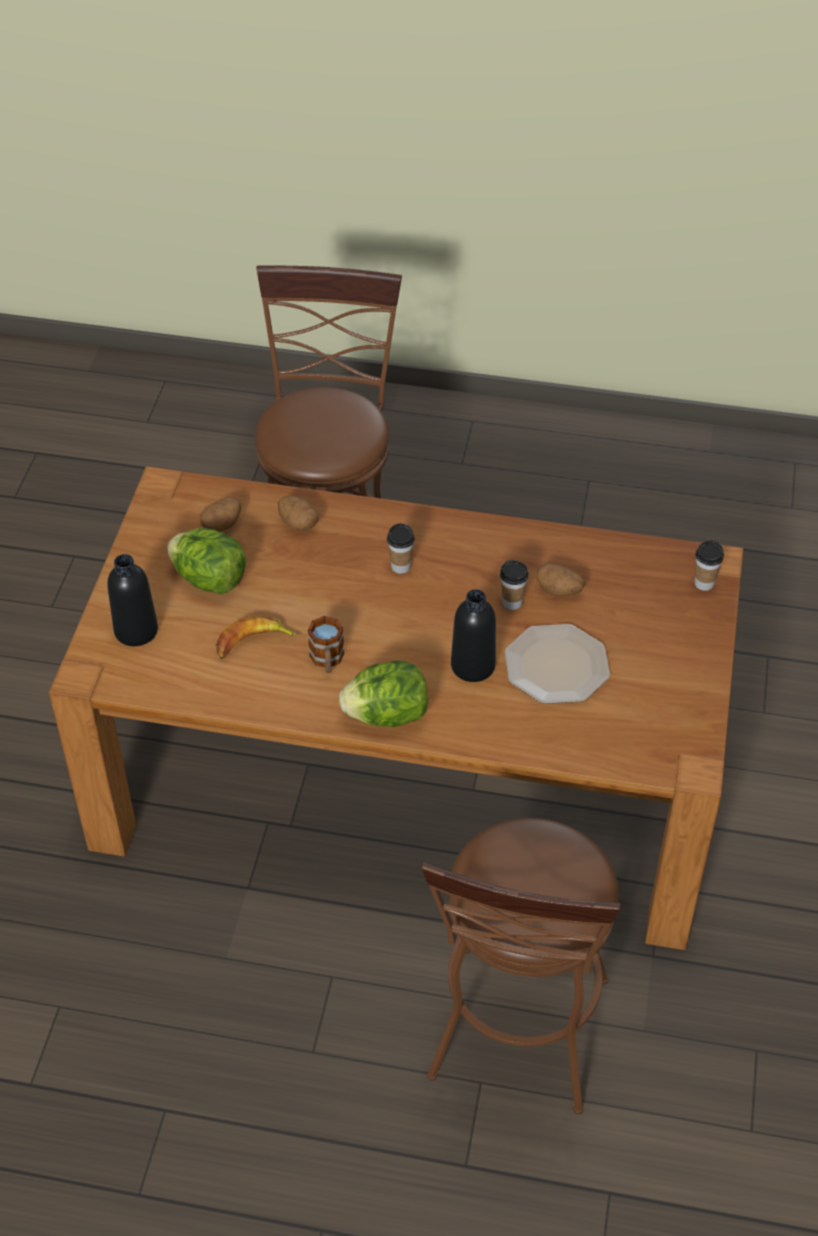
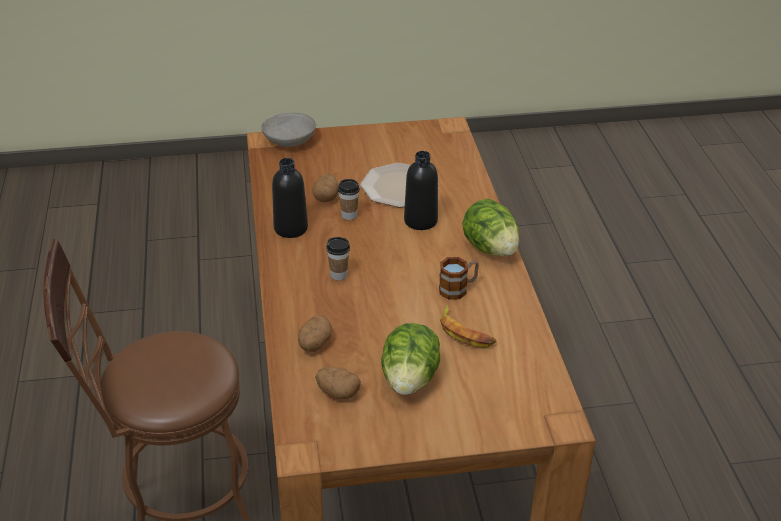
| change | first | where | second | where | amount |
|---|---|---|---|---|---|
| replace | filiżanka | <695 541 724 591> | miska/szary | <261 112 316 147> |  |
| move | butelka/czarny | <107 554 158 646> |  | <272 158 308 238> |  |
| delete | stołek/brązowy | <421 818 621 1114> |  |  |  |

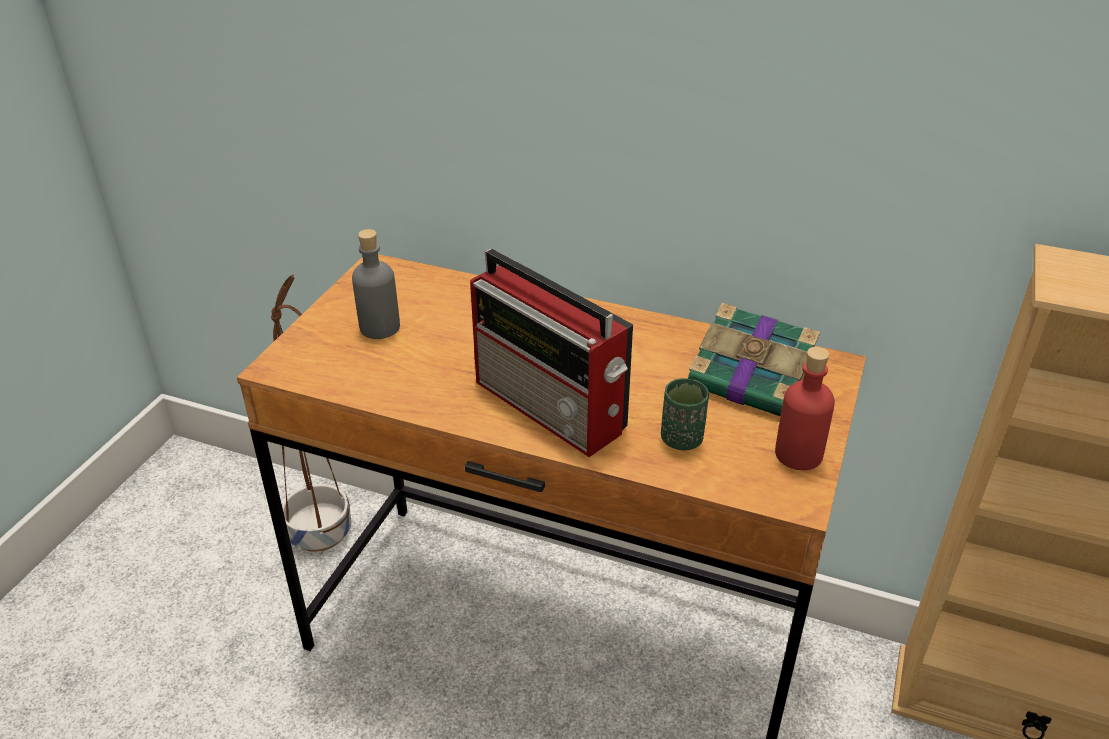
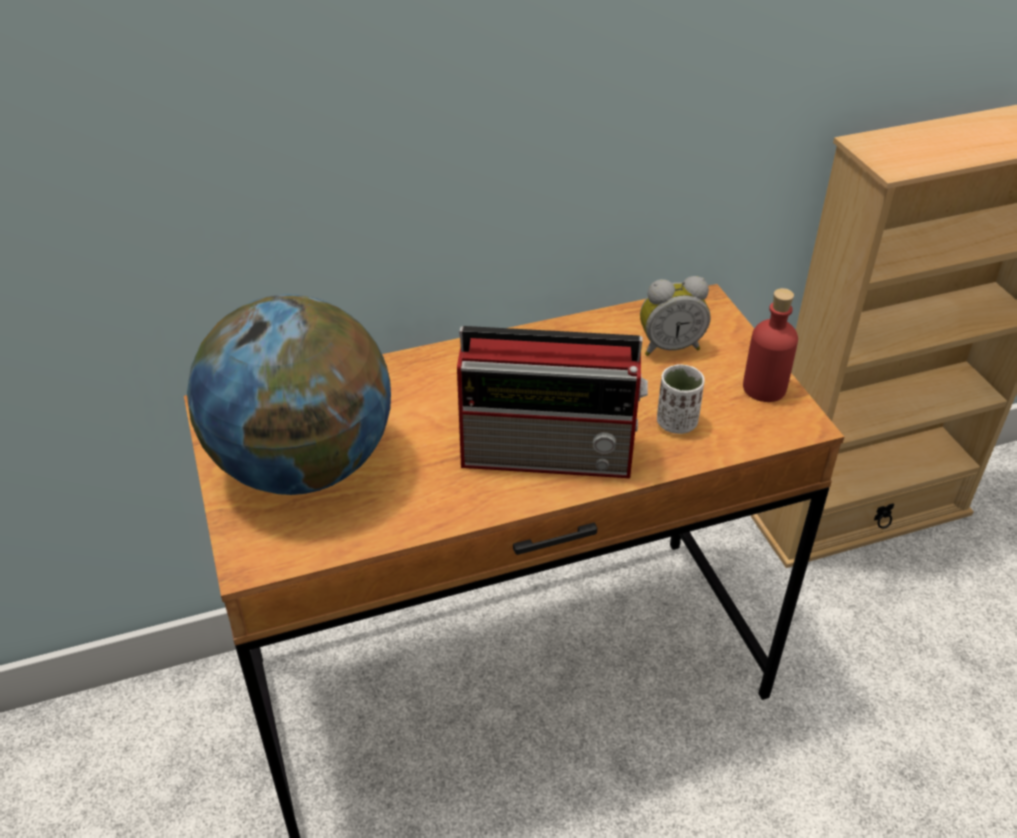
| change | first | where | second | where | amount |
|---|---|---|---|---|---|
| replace | butelka/szary | <352 229 400 339> | globus | <187 294 391 495> |  |
| delete | donica/brązowy | <271 275 351 552> |  |  |  |
| replace | książka | <688 303 820 416> | budzik | <640 276 711 356> |  |
| recolor | filiżanka/zielony | <661 378 709 450> | filiżanka/biały | <657 364 705 434> |  |

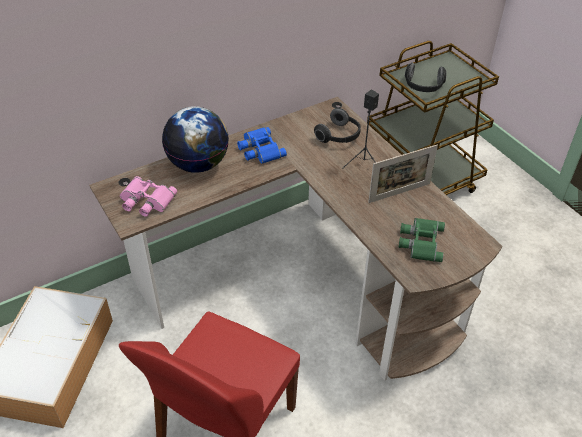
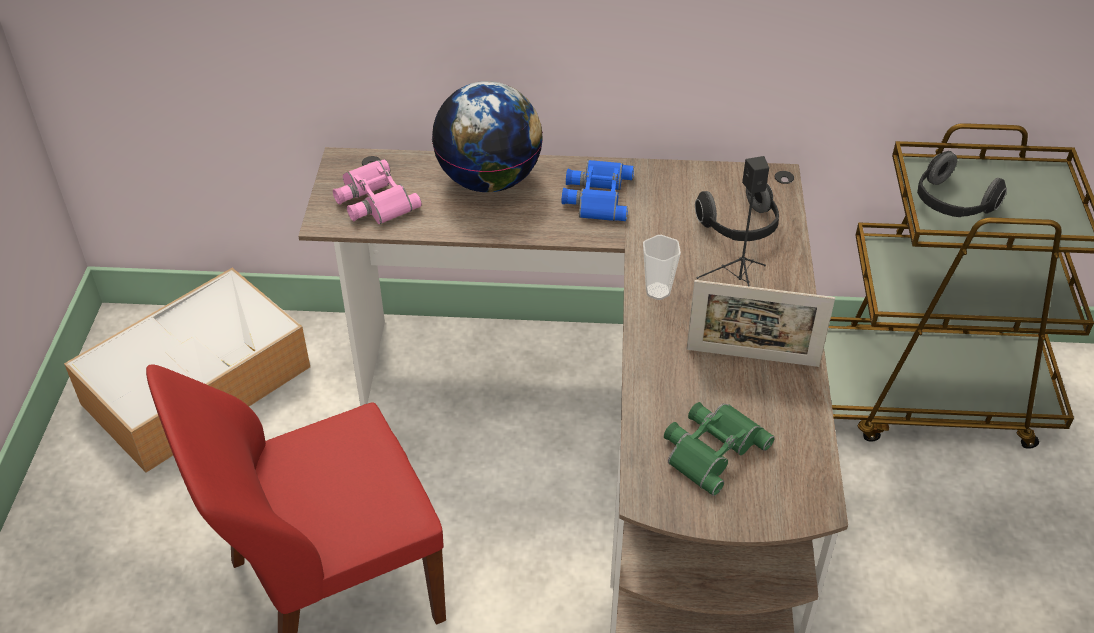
| change | first | where | second | where | amount |
|---|---|---|---|---|---|
| insert |  |  | filiżanka | <643 235 681 300> |  |

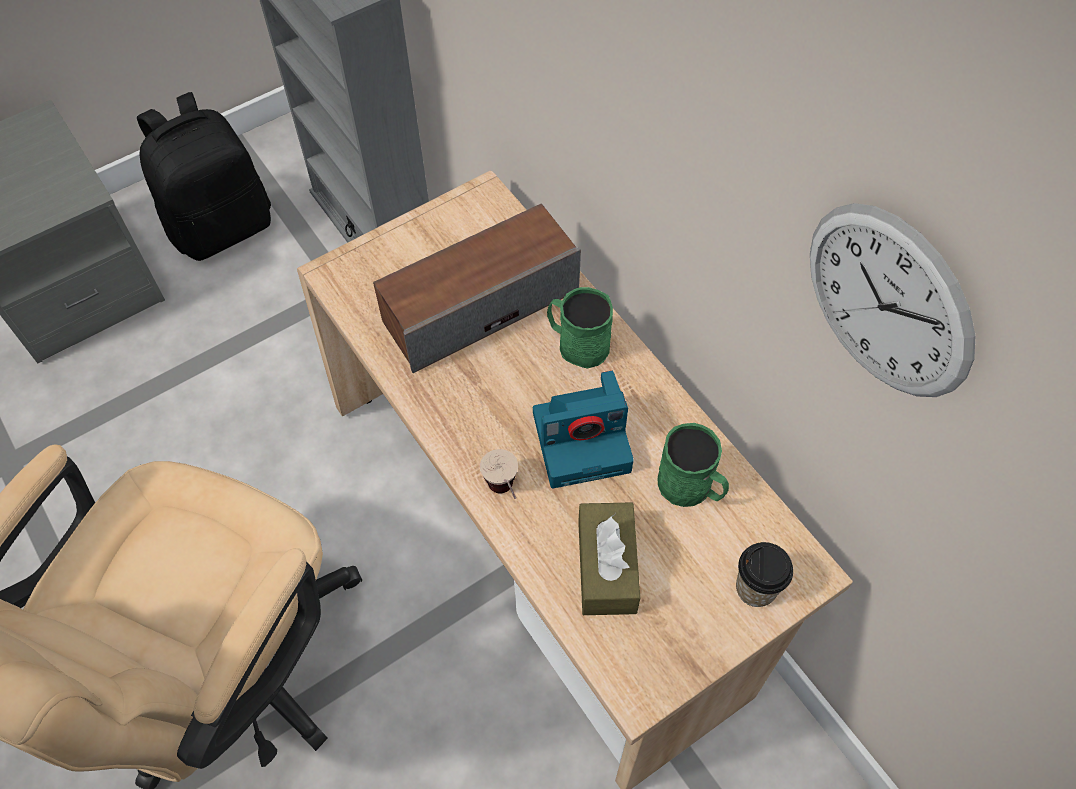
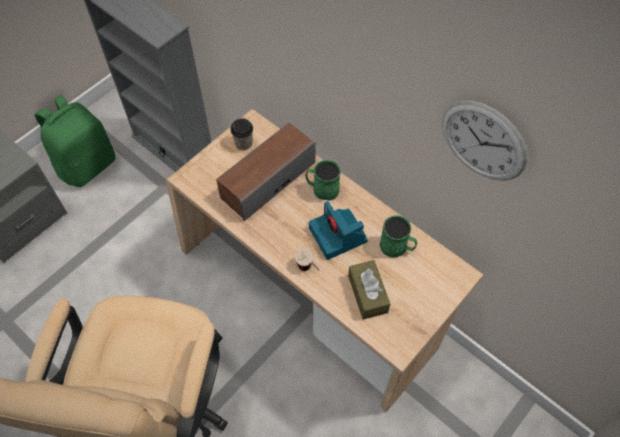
| change | first | where | second | where | amount |
|---|---|---|---|---|---|
| recolor | plecak/czarny | <137 92 271 261> | plecak/zielony | <34 95 115 187> |  |
| rotate | aparat fotograficzny | <533 371 634 488> |  | <309 201 368 260> | 90 degrees clockwise |
| move | filiżanka | <736 542 793 607> |  | <230 118 253 150> |  |

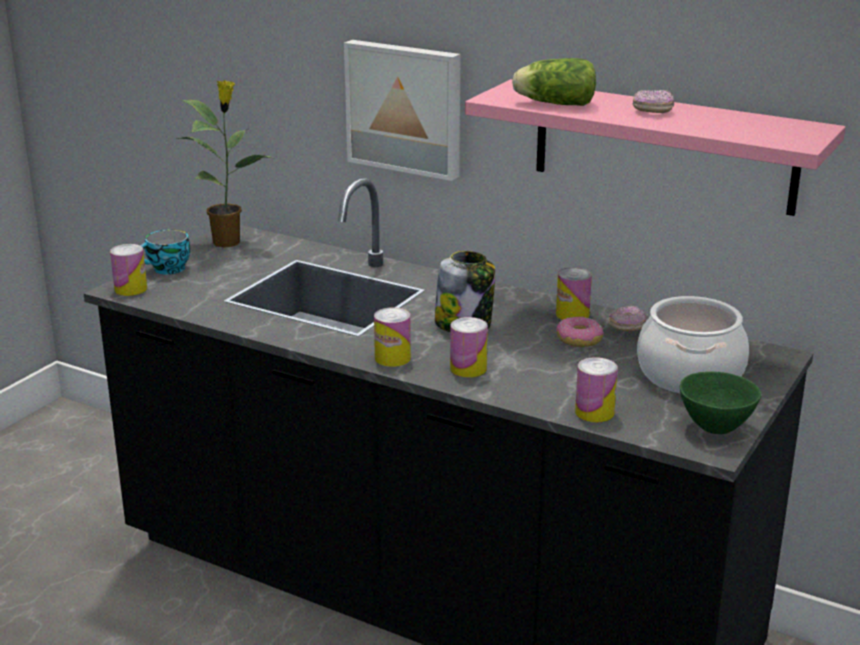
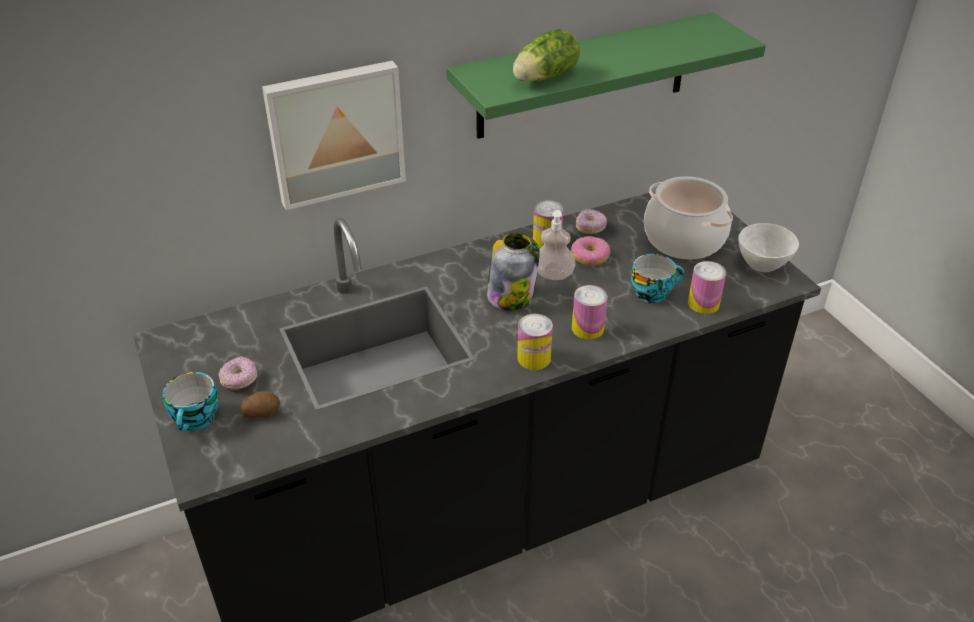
| change | first | where | second | where | amount |
|---|---|---|---|---|---|
| recolor | półka/różowy | <465 79 846 216> | półka/zielony | <446 13 766 139> |  |
| delete | roślina doniczkowa | <177 80 272 248> |  |  |  |
| move | donut | <633 90 674 113> |  | <219 356 257 389> |  |
| delete | puszka | <110 244 147 296> |  |  |  |
| recolor | miska/zielony | <680 372 761 434> | miska/biały | <738 223 799 272> |  |
| insert |  |  | dozownik mydła | <538 210 575 280> |  |
| insert |  |  | filiżanka | <631 254 684 303> |  |
| insert |  |  | ziemniak | <240 391 280 418> |  |

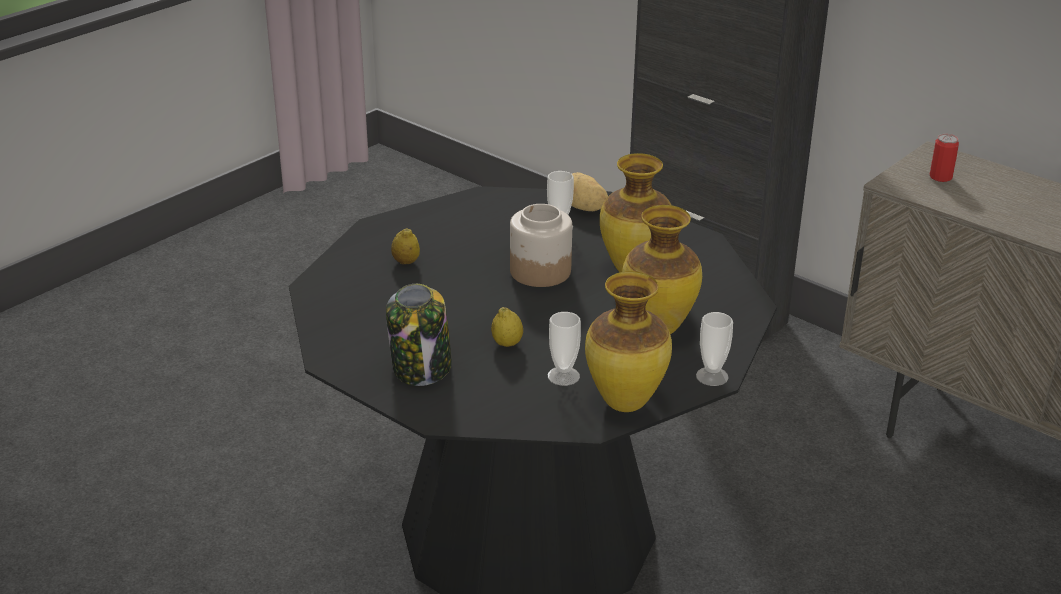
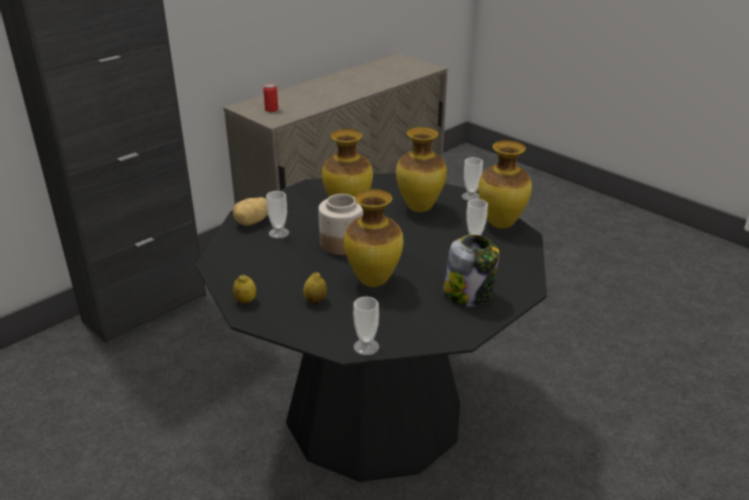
| change | first | where | second | where | amount |
|---|---|---|---|---|---|
| move | cytryna | <491 307 523 347> |  | <233 275 256 304> |  |
| insert |  |  | wazon | <344 189 403 287> |  |
| insert |  |  | filiżanka | <353 297 379 355> |  |

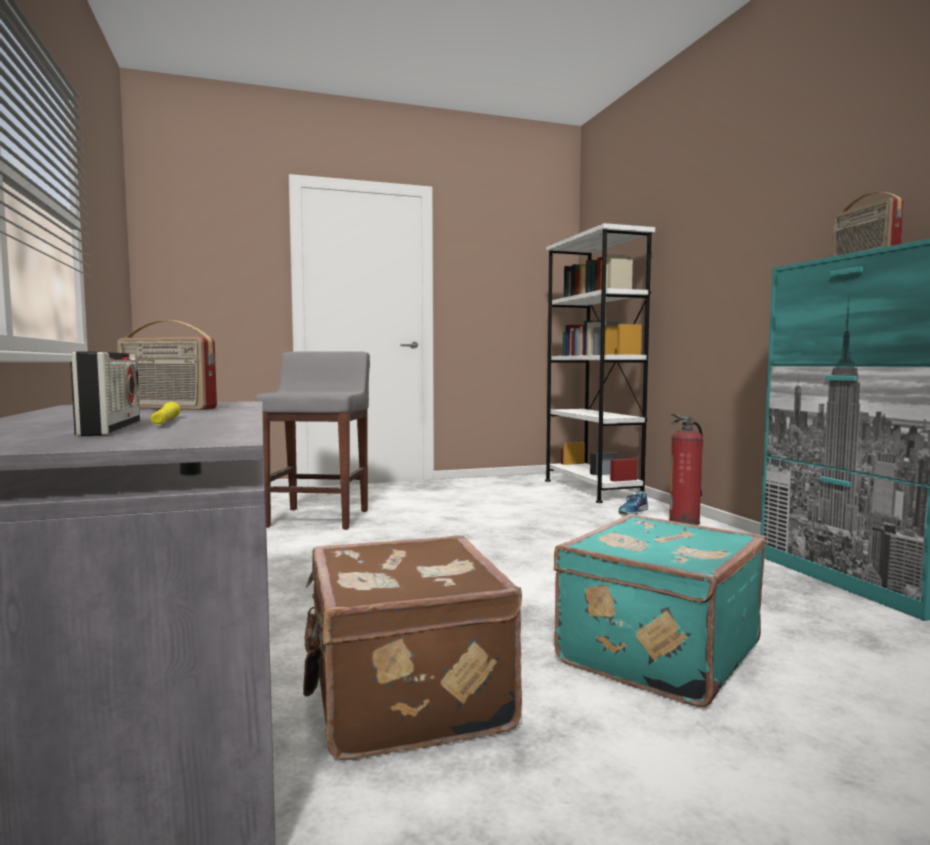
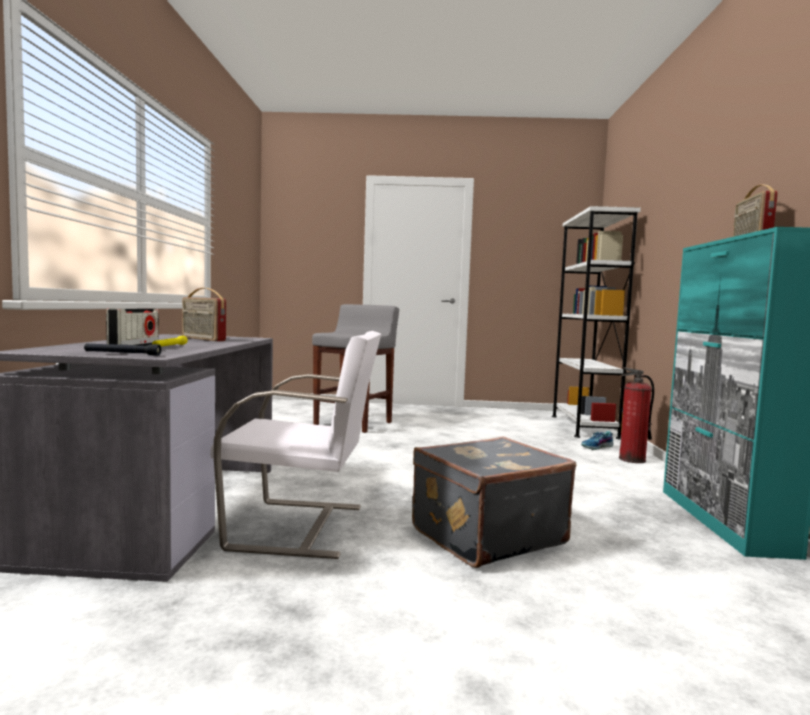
| change | first | where | second | where | amount |
|---|---|---|---|---|---|
| recolor | walizka/turkusowy | <554 514 766 707> | walizka/szary | <412 436 576 568> |  |
| replace | walizka/brązowy | <303 535 522 761> | krzesło/biały | <210 331 381 559> |  |
| insert |  |  | latarka/czarny | <84 343 161 355> |  |

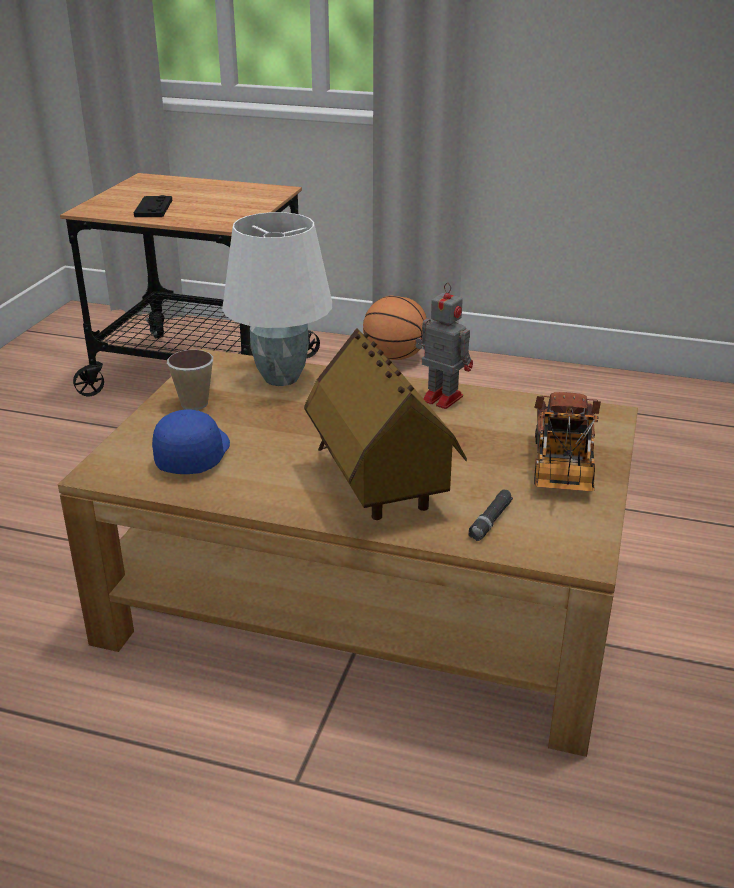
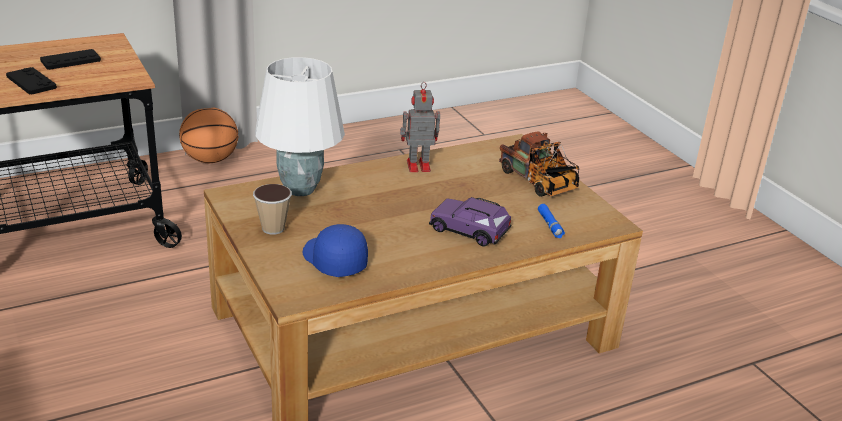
| change | first | where | second | where | amount |
|---|---|---|---|---|---|
| replace | domek | <304 328 467 520> | samochodzik/fioletowy | <429 197 512 246> |  |
| recolor | latarka/czarny | <468 489 513 541> | latarka/niebieski | <538 204 565 238> |  |
| insert |  |  | pad do gier/czarny | <40 49 101 70> |  |

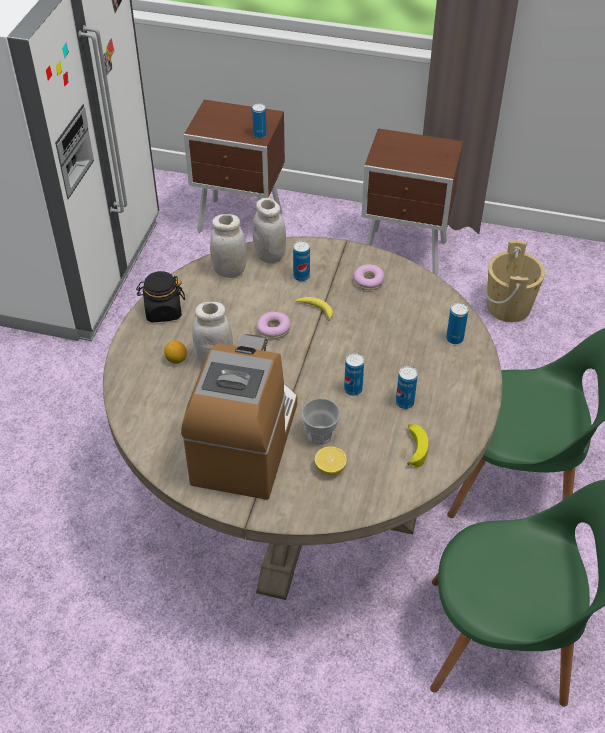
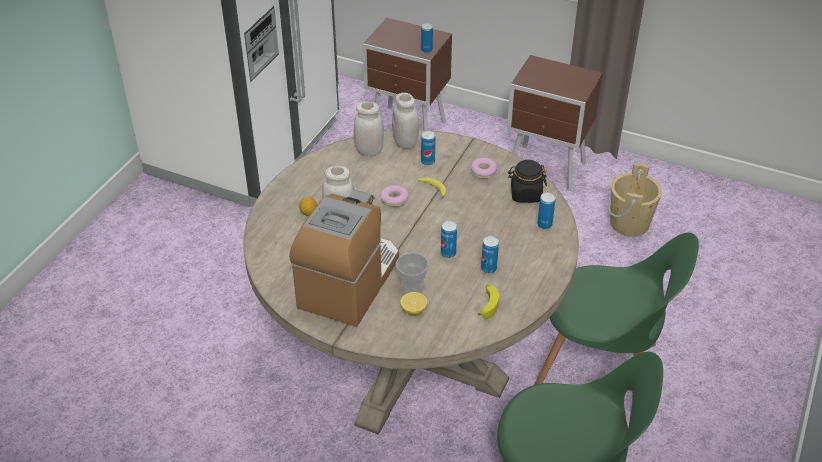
| change | first | where | second | where | amount |
|---|---|---|---|---|---|
| move | słoik/czarny | <136 271 185 322> |  | <508 160 547 203> |  |

